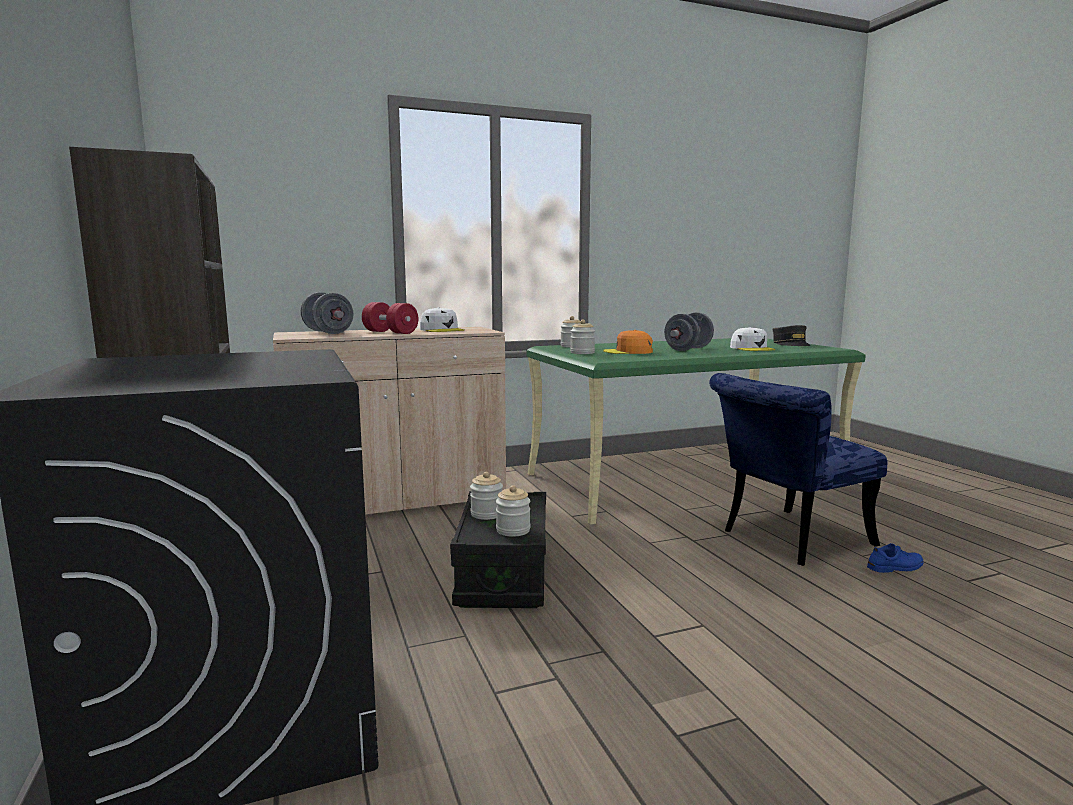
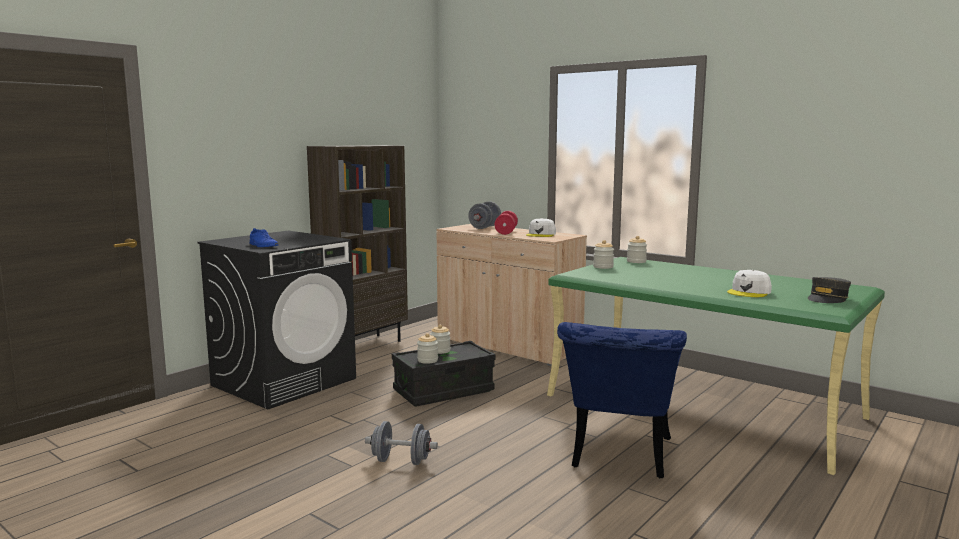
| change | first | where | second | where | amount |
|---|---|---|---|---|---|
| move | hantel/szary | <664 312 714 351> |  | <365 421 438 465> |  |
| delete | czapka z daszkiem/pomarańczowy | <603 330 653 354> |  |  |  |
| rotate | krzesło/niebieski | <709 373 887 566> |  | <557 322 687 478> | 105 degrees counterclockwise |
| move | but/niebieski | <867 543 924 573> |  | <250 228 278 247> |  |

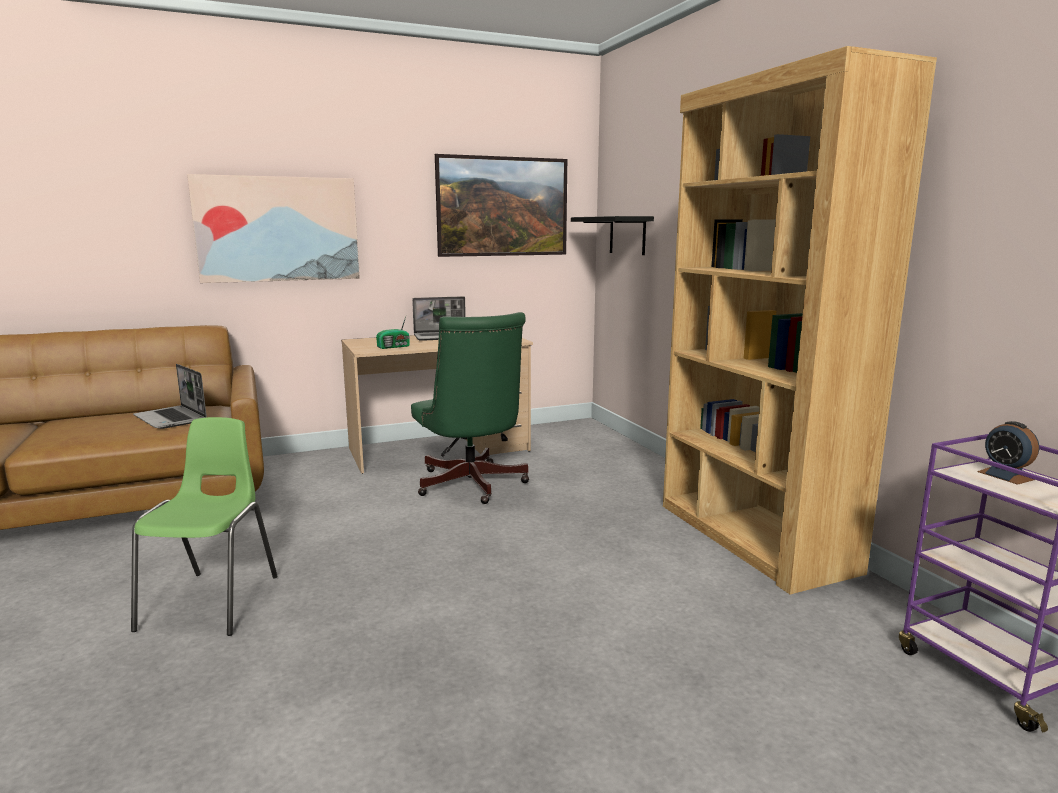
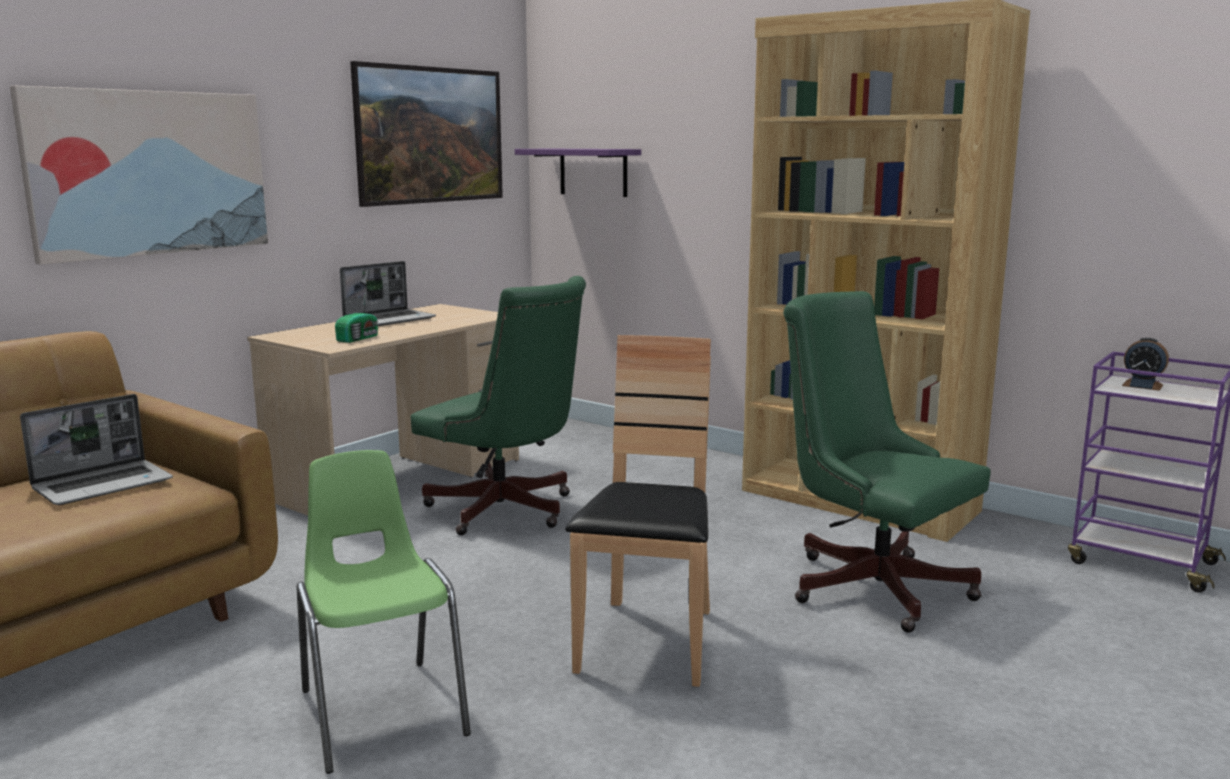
| change | first | where | second | where | amount |
|---|---|---|---|---|---|
| recolor | półka/czarny | <571 216 654 255> | półka/fioletowy | <515 149 641 197> |  |
| rotate | laptop | <133 364 207 429> |  | <20 394 173 505> | 60 degrees counterclockwise |
| insert |  |  | krzesło biurowe/zielony | <783 291 991 633> |  |
| insert |  |  | krzesło/brązowy | <565 335 711 687> |  |

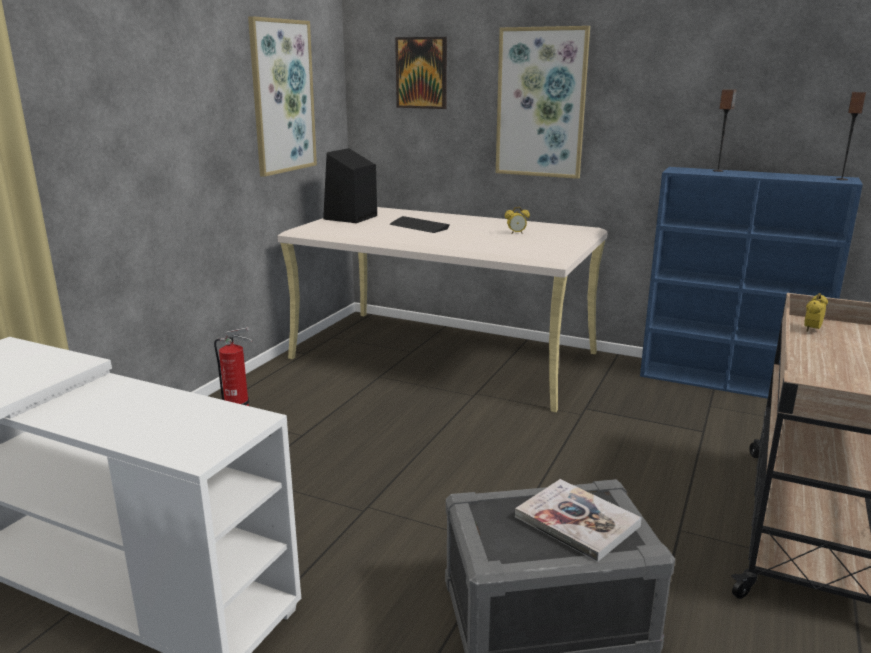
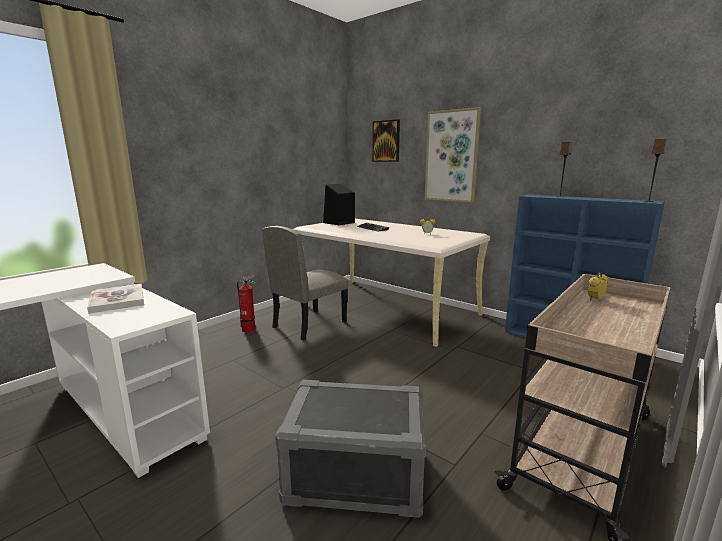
| change | first | where | second | where | amount |
|---|---|---|---|---|---|
| delete | obraz | <248 16 317 177> |  |  |  |
| move | książka | <515 479 642 562> |  | <87 284 144 314> |  |
| insert |  |  | krzesło/beżowy | <262 226 348 340> |  |

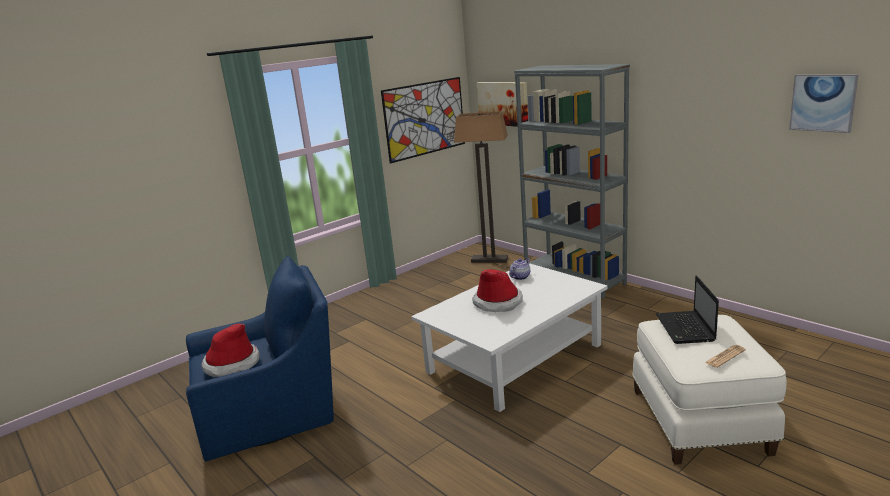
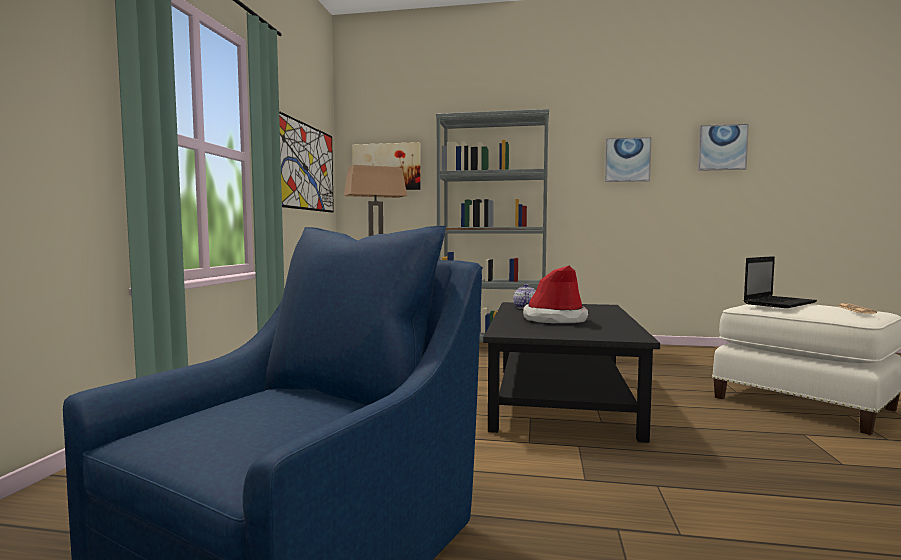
| change | first | where | second | where | amount |
|---|---|---|---|---|---|
| recolor | ława/biały | <411 263 608 412> | ława/czarny | <483 302 660 443> |  |
| rotate | laptop | <656 276 719 344> |  | <744 256 817 308> | 90 degrees counterclockwise |
| delete | kapelusz | <201 323 259 377> |  |  |  |
| insert |  |  | obraz | <605 137 651 182> |  |

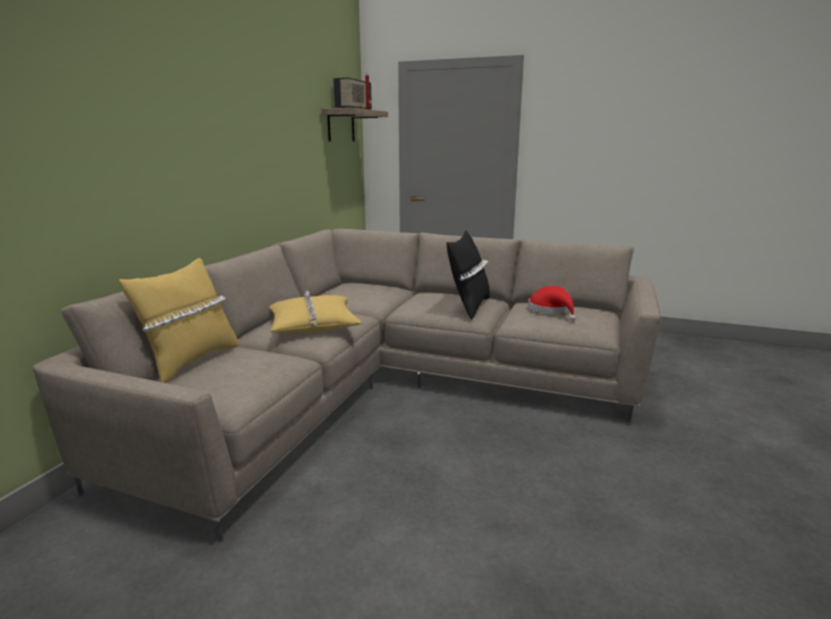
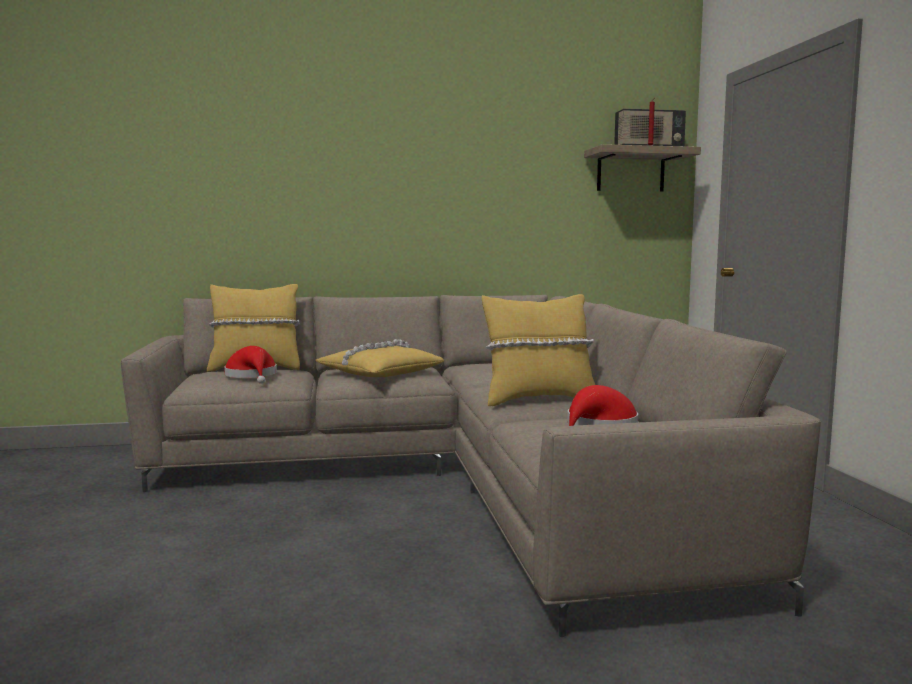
| change | first | where | second | where | amount |
|---|---|---|---|---|---|
| recolor | poduszka/czarny | <447 230 490 320> | poduszka/żółty | <482 294 595 406> |  |
| insert |  |  | kapelusz/czerwony | <224 346 277 384> |  |

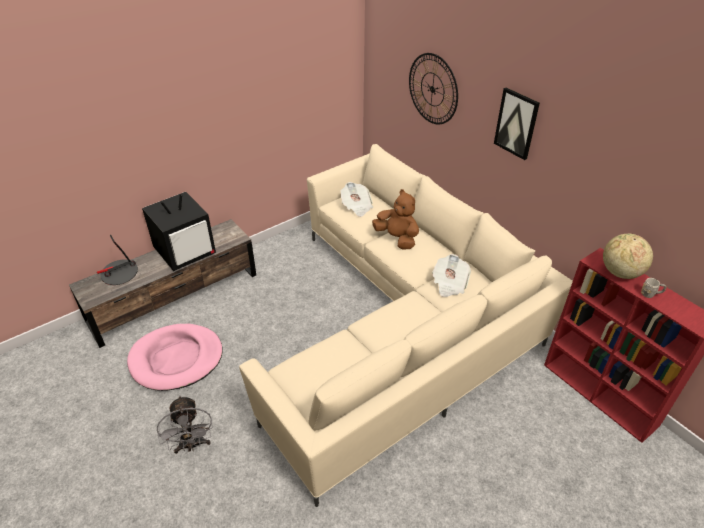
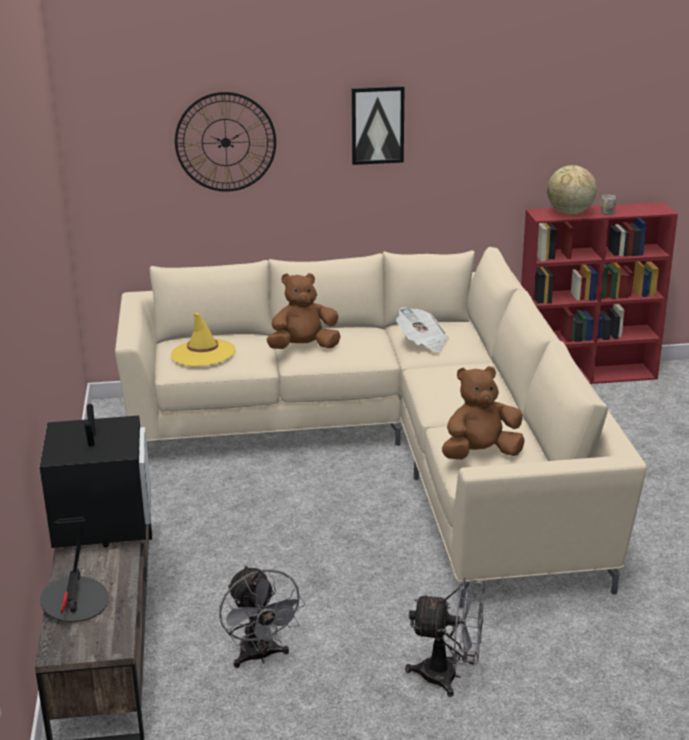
| change | first | where | second | where | amount |
|---|---|---|---|---|---|
| replace | gazeta | <340 182 373 217> | kapelusz/żółty | <170 313 235 366> |  |
| replace | legowisko/różowy | <127 324 223 391> | wentylator/szary | <219 565 305 668> |  |
| insert |  |  | pluszak/brązowy | <442 366 525 459> |  |

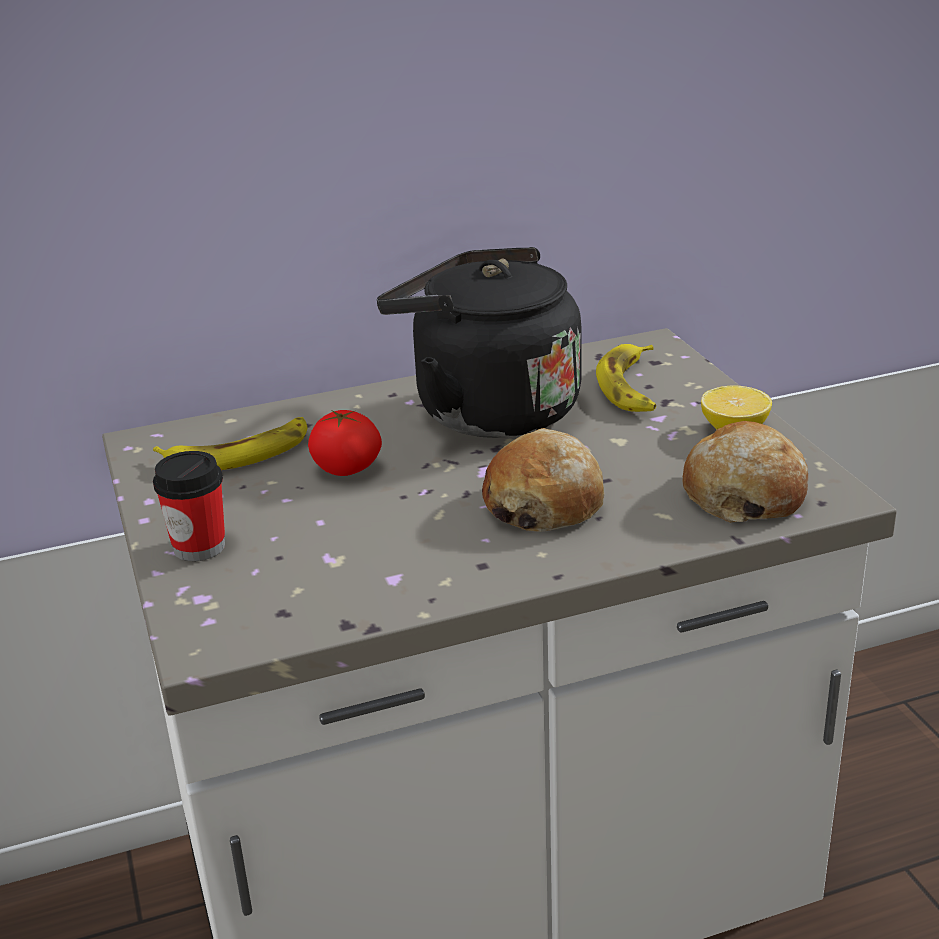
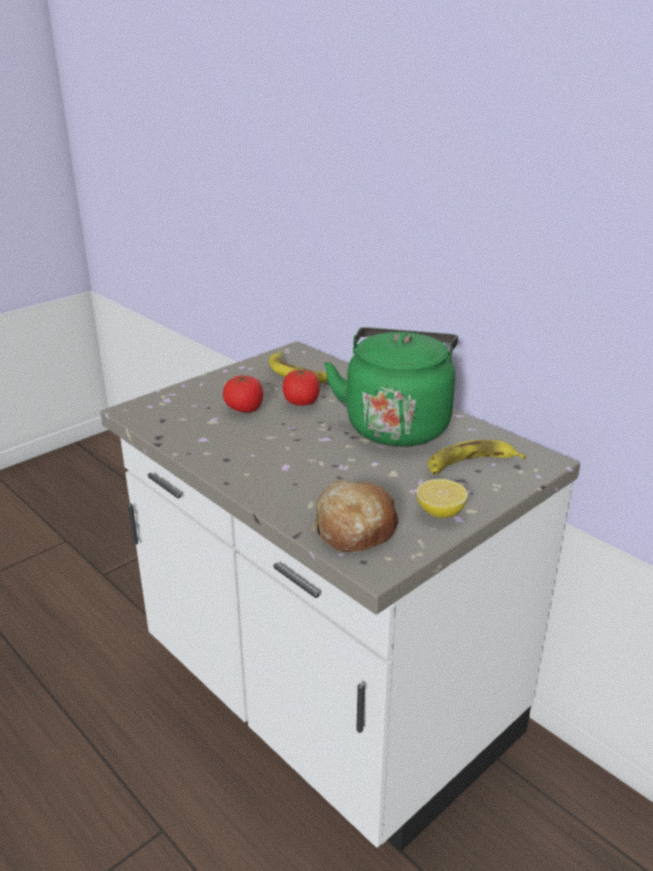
| change | first | where | second | where | amount |
|---|---|---|---|---|---|
| recolor | czajnik/czarny | <377 247 582 438> | czajnik/zielony | <324 327 458 447> |  |
| delete | chleb | <482 428 604 532> |  |  |  |
| delete | filiżanka | <153 451 225 561> |  |  |  |
| insert |  |  | pomidor | <223 375 264 412> |  |

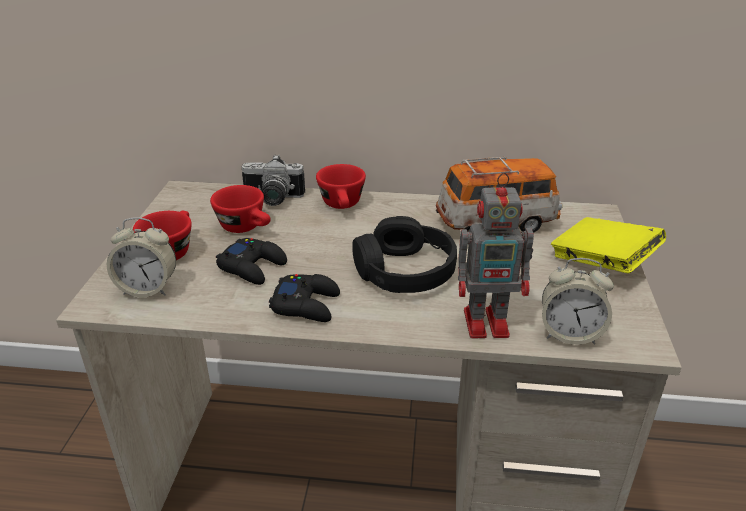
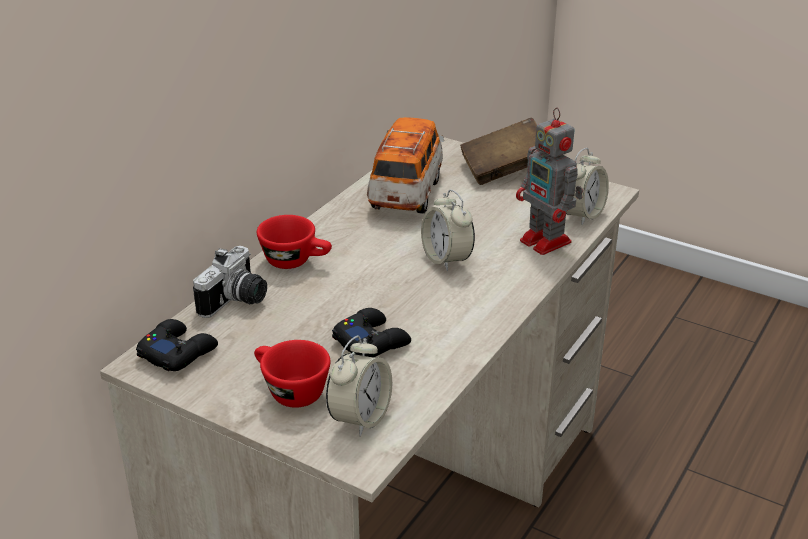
| change | first | where | second | where | amount |
|---|---|---|---|---|---|
| rotate | robot zabawkowy | <458 172 534 338> |  | <516 107 583 255> | 120 degrees clockwise |
| delete | filiżanka/czerwony | <210 185 271 233> |  |  |  |
| replace | słuchawki/czarny | <352 216 457 293> | budzik | <421 189 475 271> |  |
| recolor | książka/żółty | <551 217 666 273> | książka/brązowy | <460 117 537 185> |  |
| move | pad do gier/czarny | <269 274 340 322> |  | <136 319 218 371> |  |

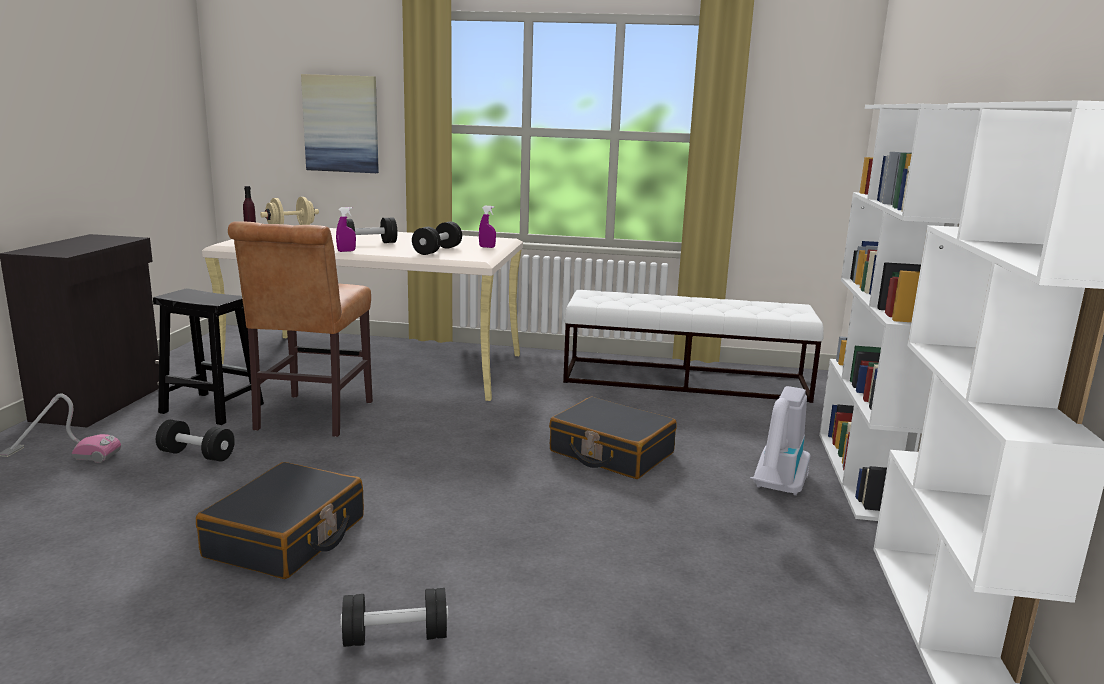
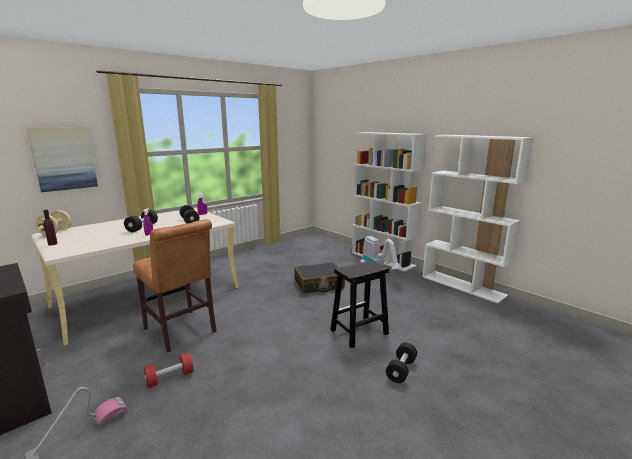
| change | first | where | second | where | amount |
|---|---|---|---|---|---|
| move | stołek/czarny | <153 289 264 425> |  | <330 260 389 348> |  |
| delete | ławka/biały | <563 290 824 403> |  |  |  |
| recolor | hantel/czarny | <156 420 235 461> | hantel/czerwony | <144 352 194 388> |  |
| delete | walizka/czarny | <196 462 364 579> |  |  |  |

